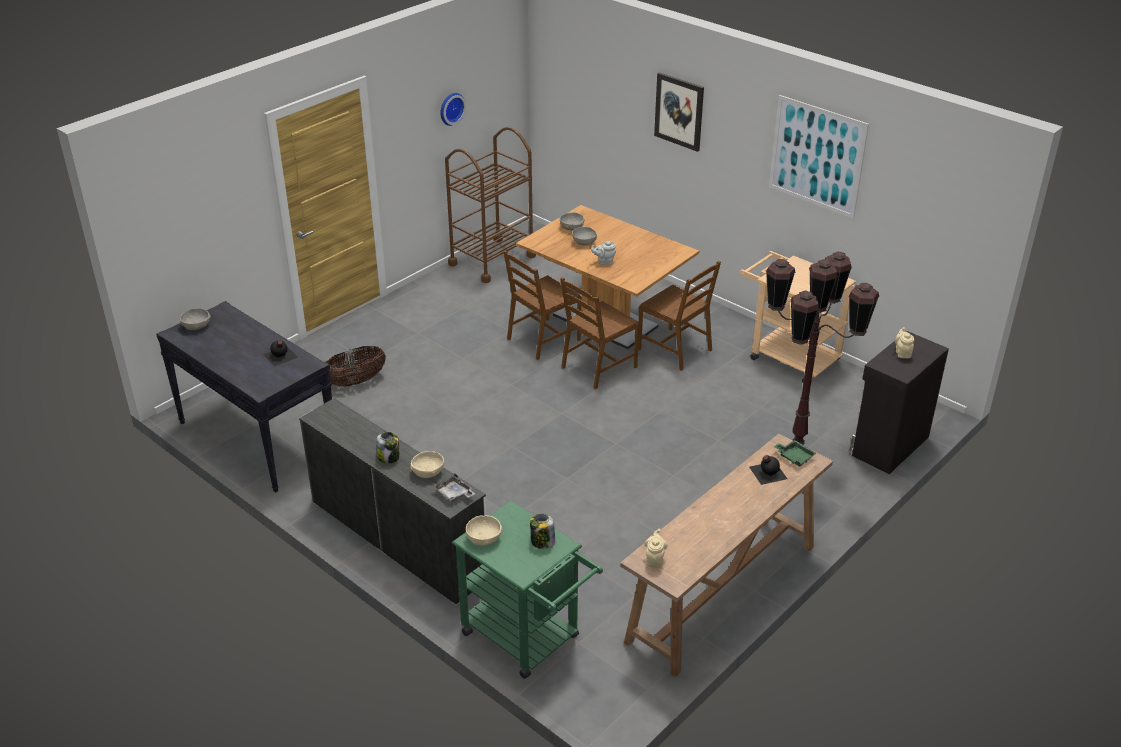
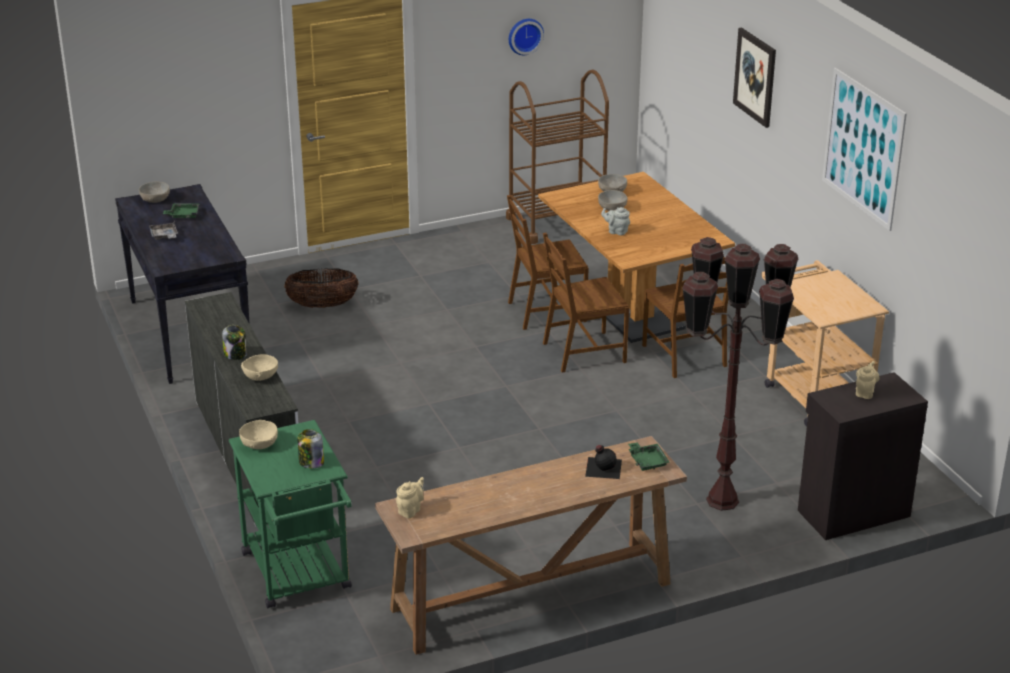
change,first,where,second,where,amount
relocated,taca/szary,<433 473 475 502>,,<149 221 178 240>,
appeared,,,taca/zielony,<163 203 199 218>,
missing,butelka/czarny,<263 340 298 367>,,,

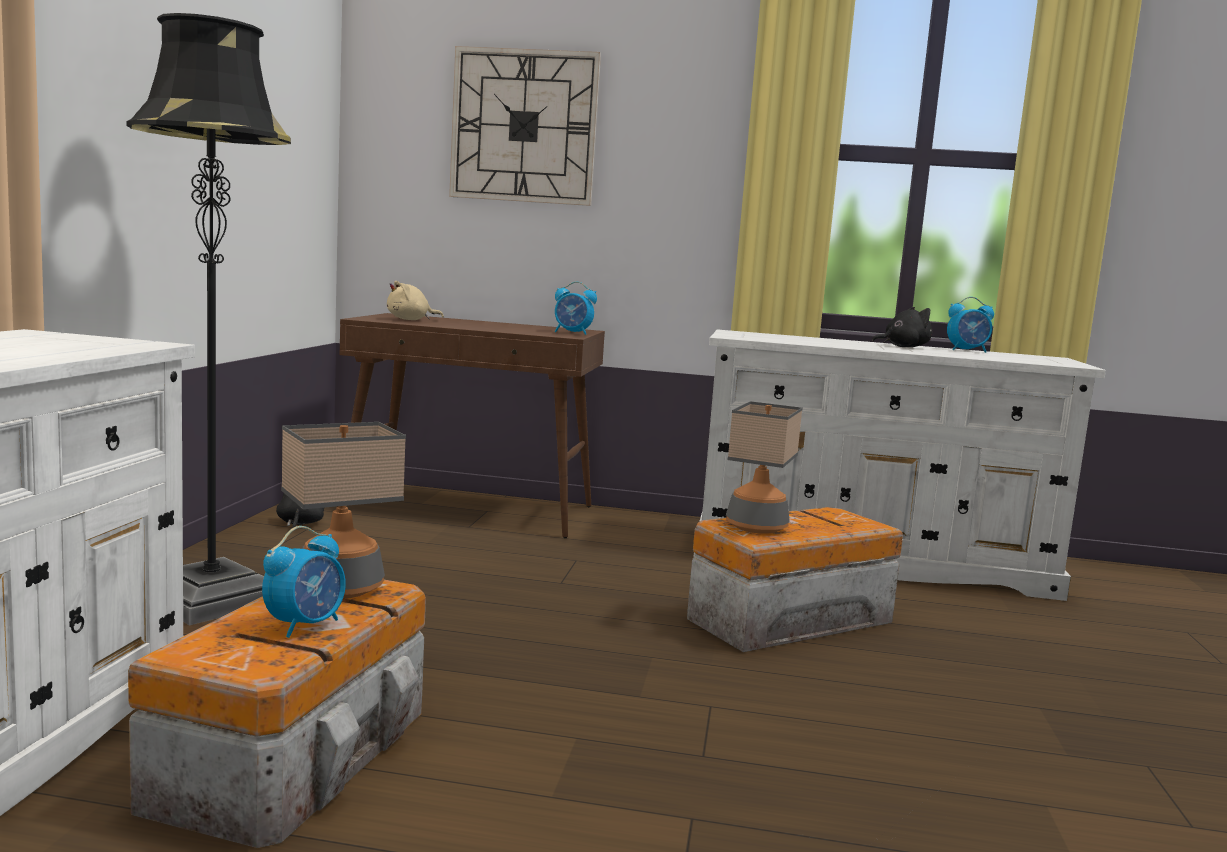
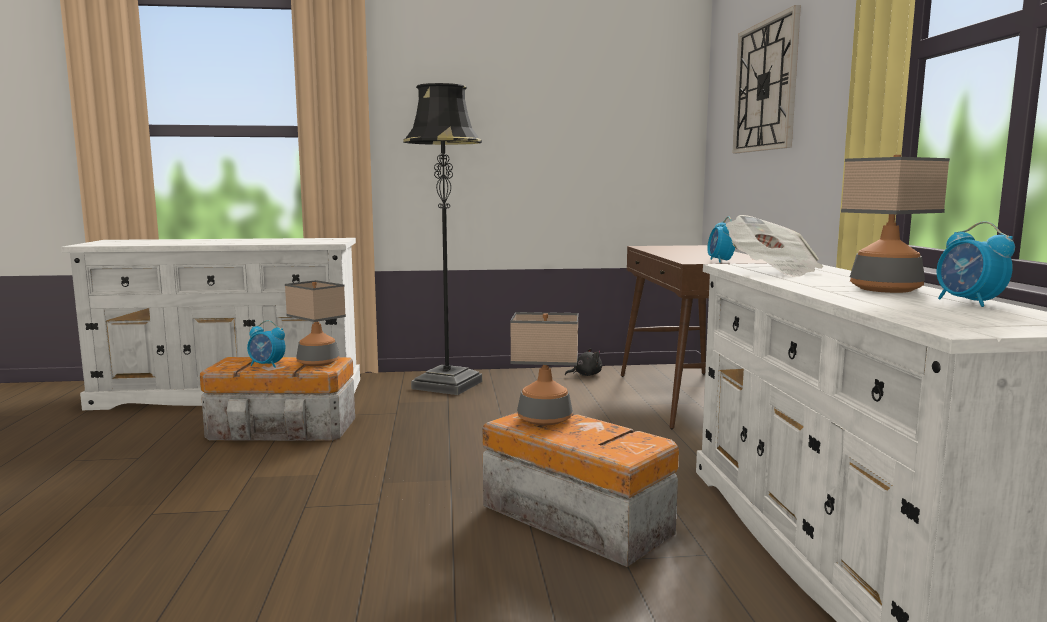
change,first,where,second,where,amount
appeared,,,gazeta,<726 215 823 277>,
exchanged,pluszak/czarny,<872 307 932 347>,lampa stołowa,<841 155 950 293>,
missing,pluszak/beżowy,<387 281 444 320>,,,

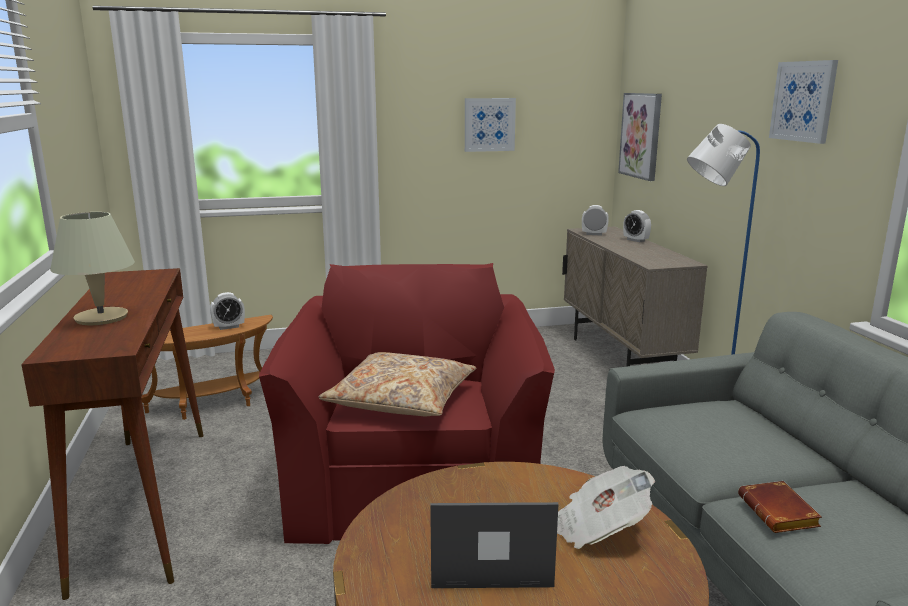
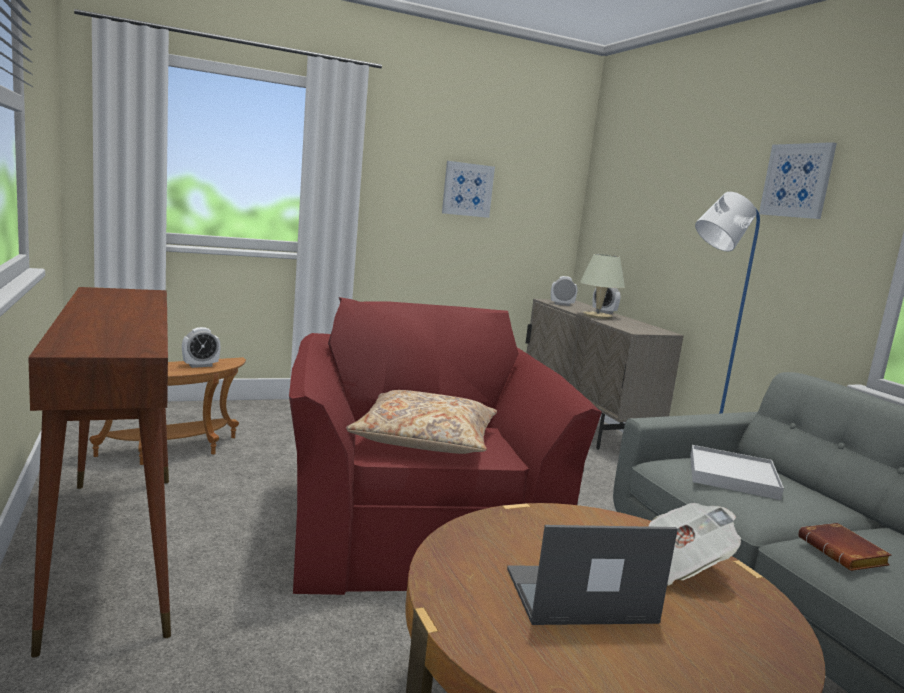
change,first,where,second,where,amount
relocated,lampa stołowa/beżowy,<50 212 135 325>,,<580 254 625 319>,
appeared,,,taca/biały,<690 445 784 500>,
missing,obraz,<618 93 662 181>,,,

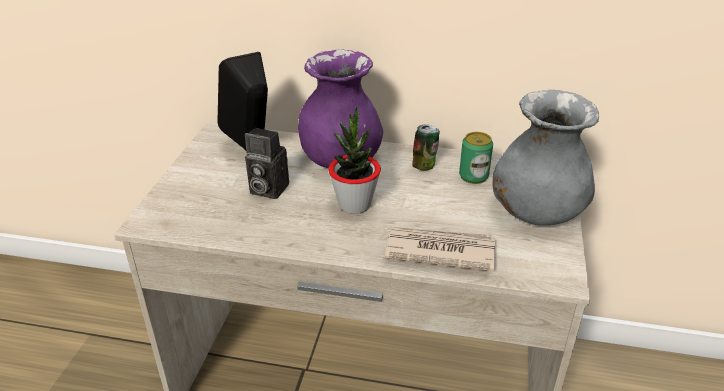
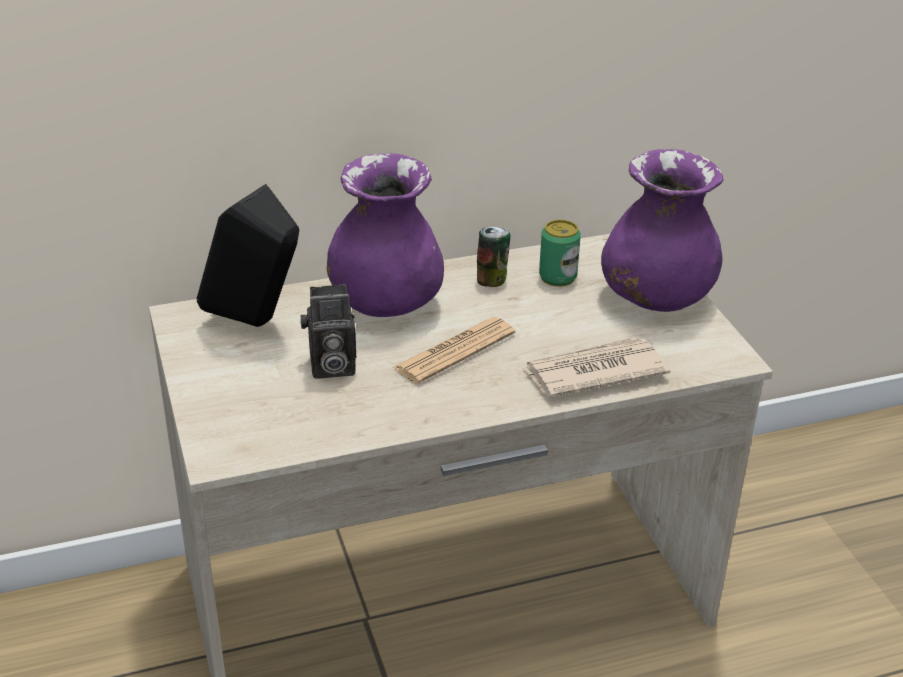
change,first,where,second,where,amount
exchanged,roślina doniczkowa,<328 106 381 214>,gazeta,<392 317 515 384>,
colour,wazon/szary,<492 90 599 226>,wazon/fioletowy,<601 149 723 312>,

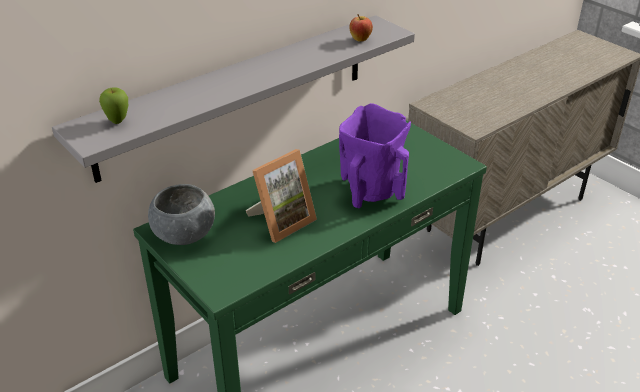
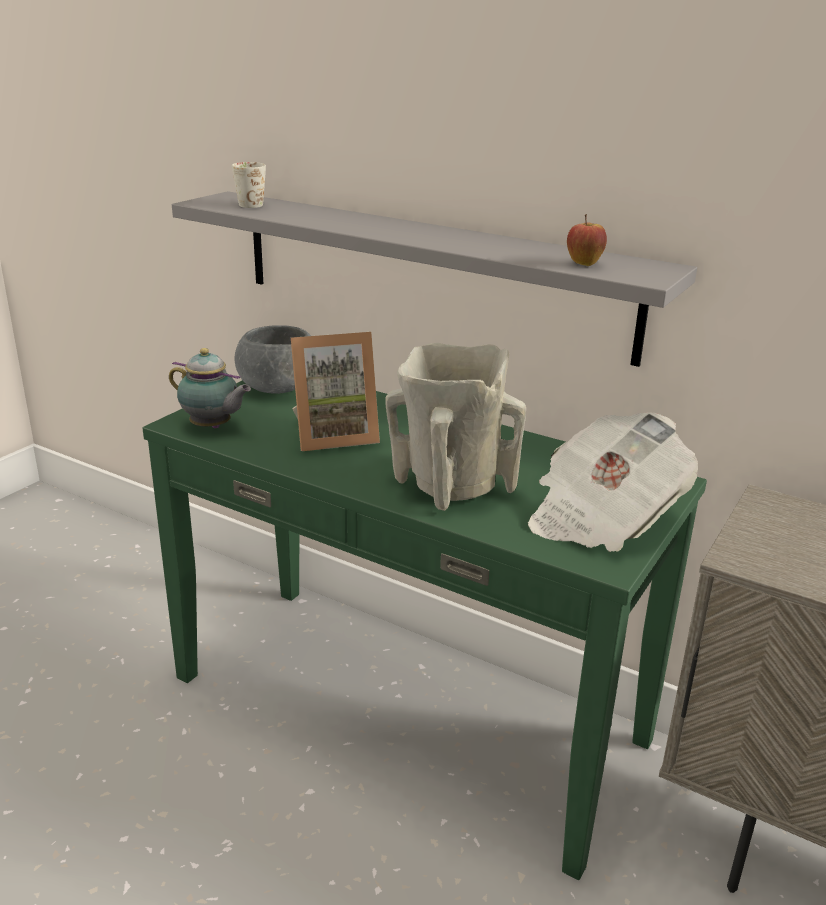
change,first,where,second,where,amount
appeared,,,imbryk,<169 348 251 428>,
exchanged,jabłko,<99 88 128 124>,kubek/biały,<232 162 266 208>,
spun,ramka na zdjęcie,<246 149 317 243>,,<291 332 380 451>,45 degrees counterclockwise
colour,wazon/fioletowy,<339 103 411 208>,wazon/beżowy,<385 343 526 511>,
appeared,,,gazeta,<528 412 698 552>,

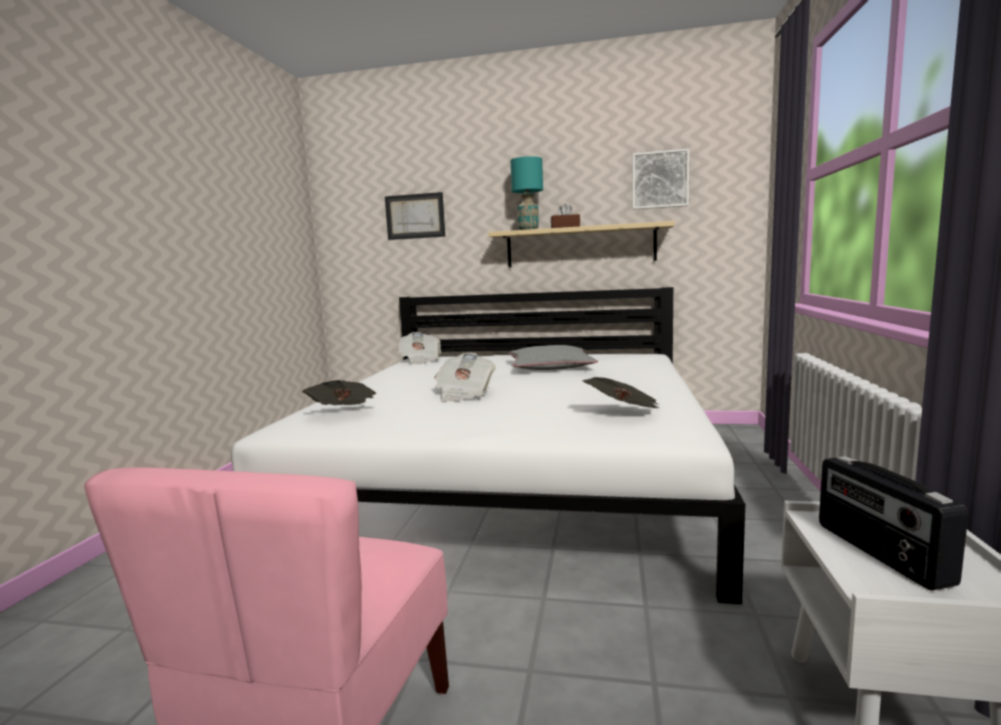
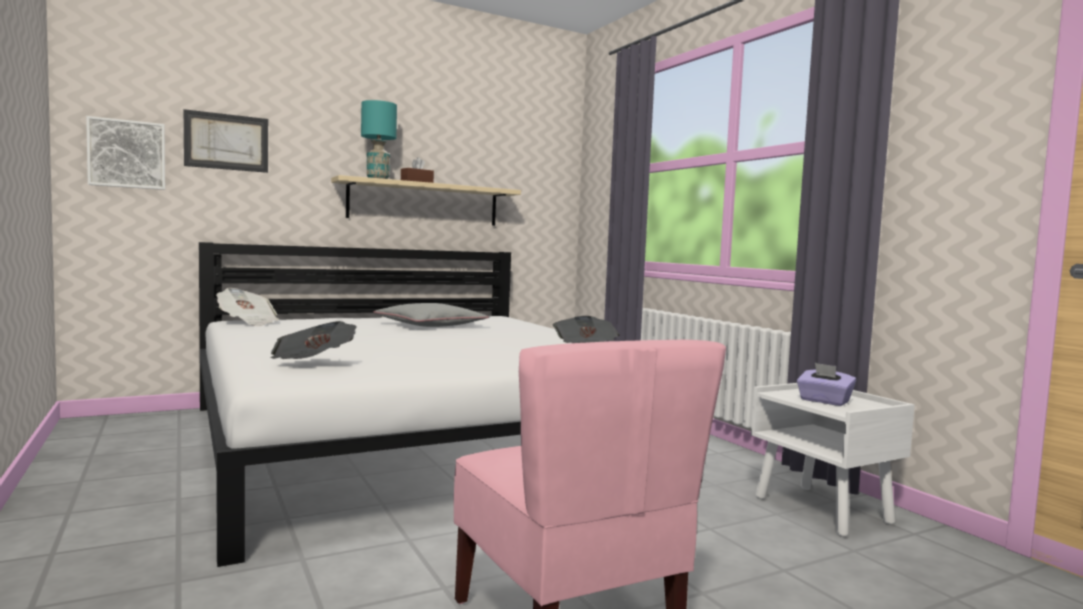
change,first,where,second,where,amount
relocated,obraz,<633 149 689 210>,,<86 116 165 190>,
exchanged,radio,<819 456 968 590>,pudełko chusteczek/fioletowy,<797 363 856 406>,
missing,gazeta,<435 353 496 402>,,,

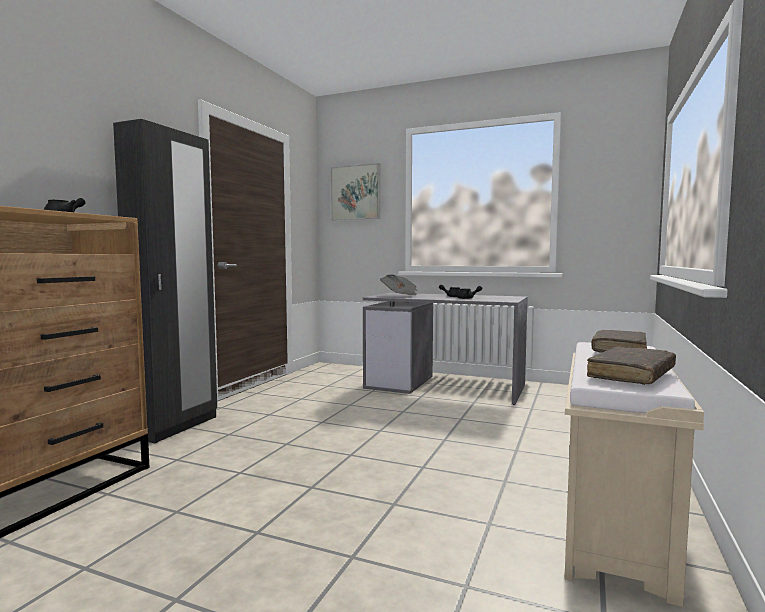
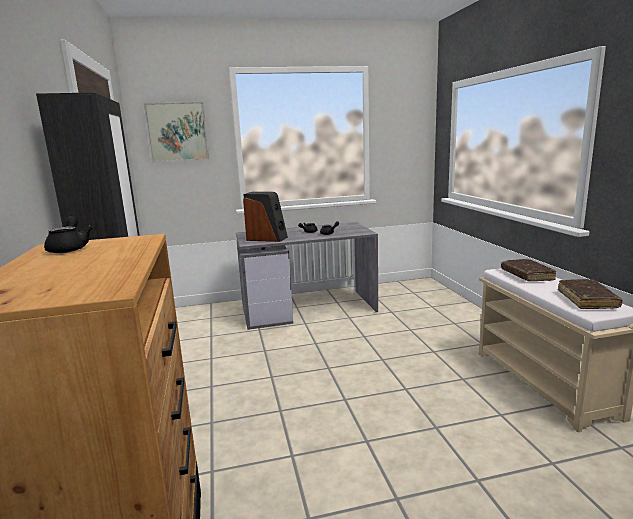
change,first,where,second,where,amount
exchanged,gazeta,<380 274 418 295>,głośnik,<243 192 288 242>,

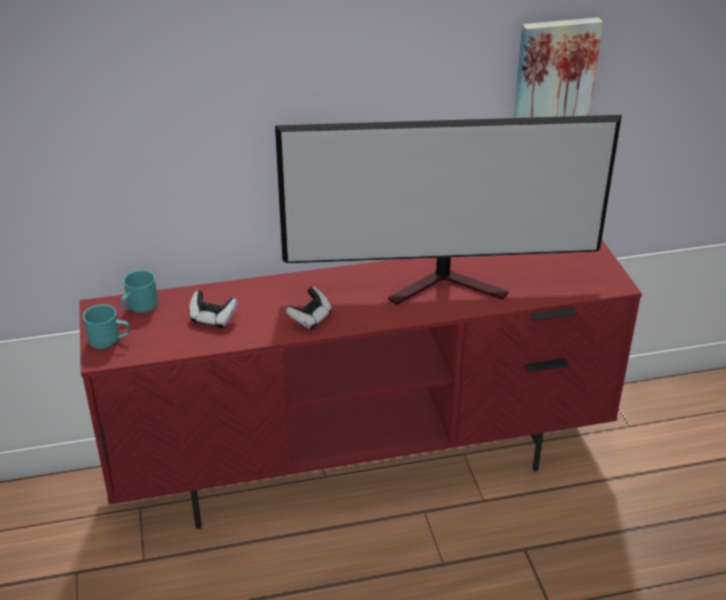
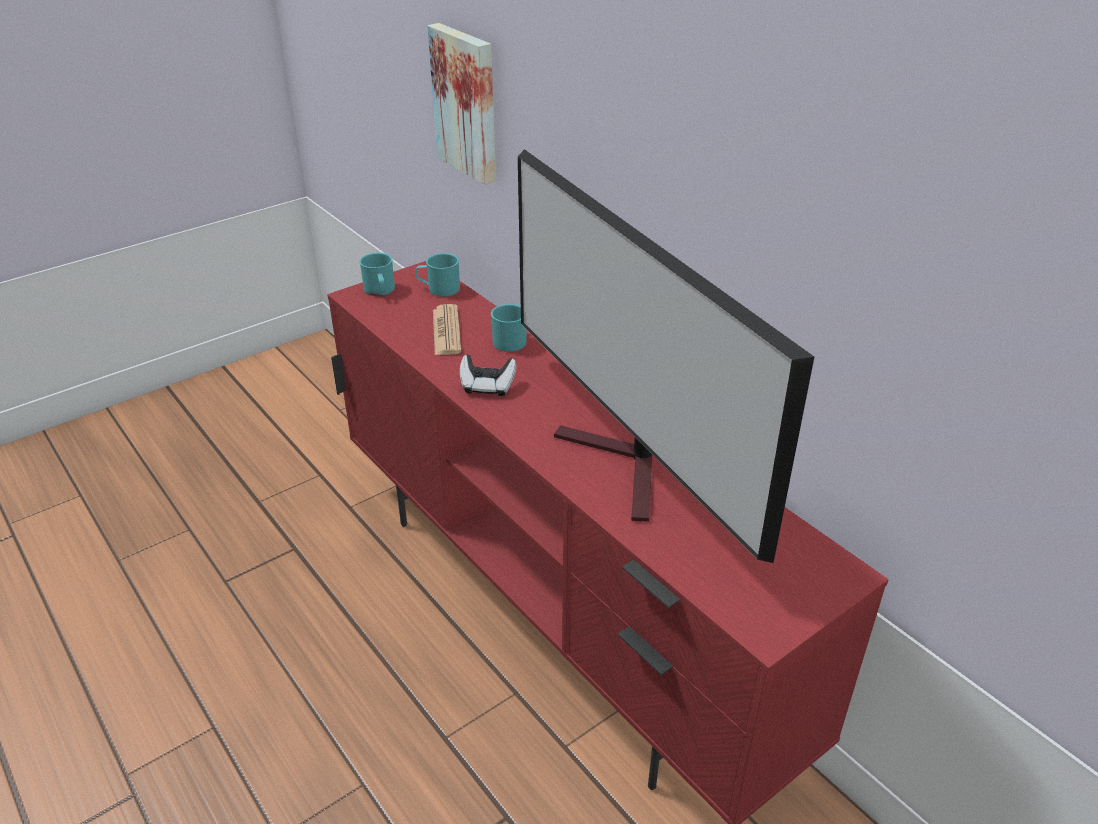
change,first,where,second,where,amount
relocated,obraz,<513 17 603 118>,,<428 23 496 185>,
exchanged,pad do gier,<189 290 238 328>,gazeta,<433 304 461 355>,
appeared,,,kubek/turkusowy,<491 304 527 352>,

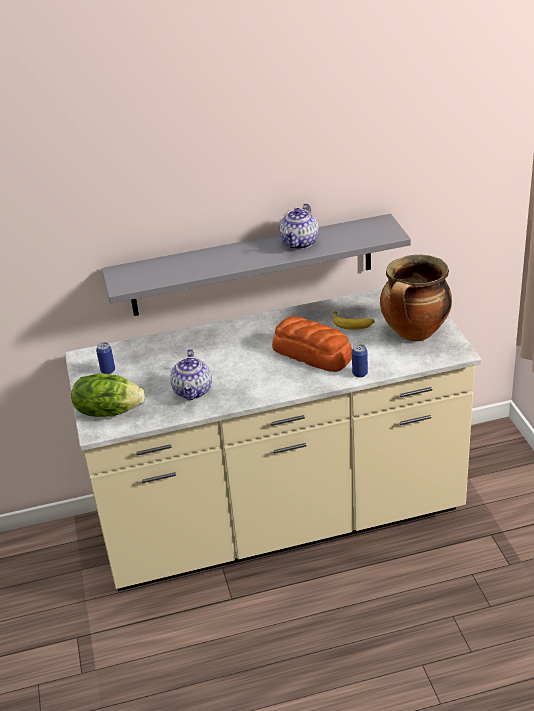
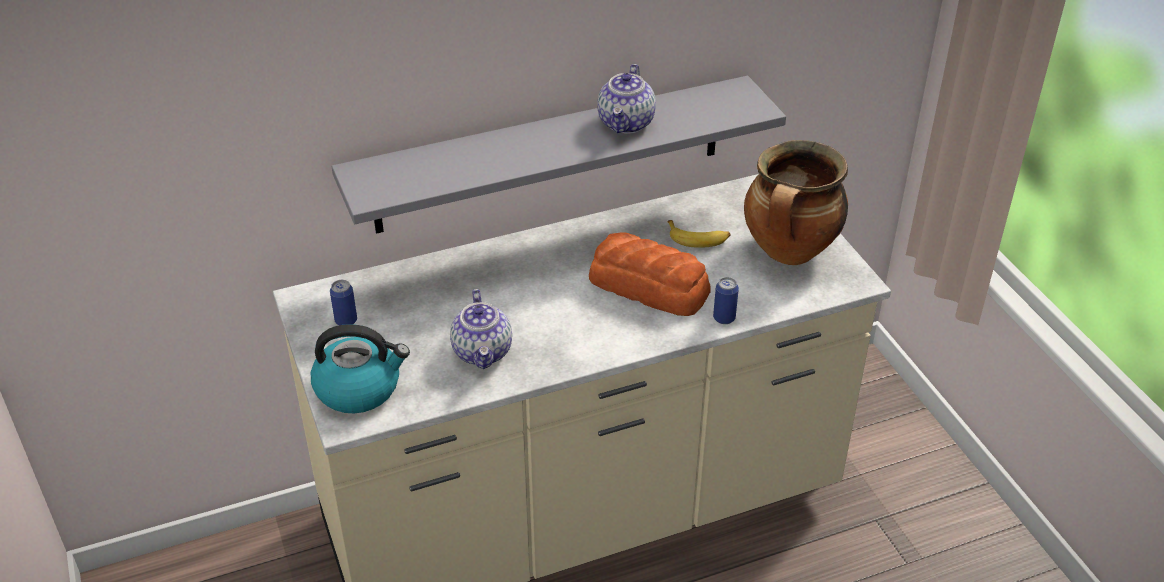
change,first,where,second,where,amount
exchanged,sałata,<71 373 145 417>,czajnik,<311 324 410 413>,

